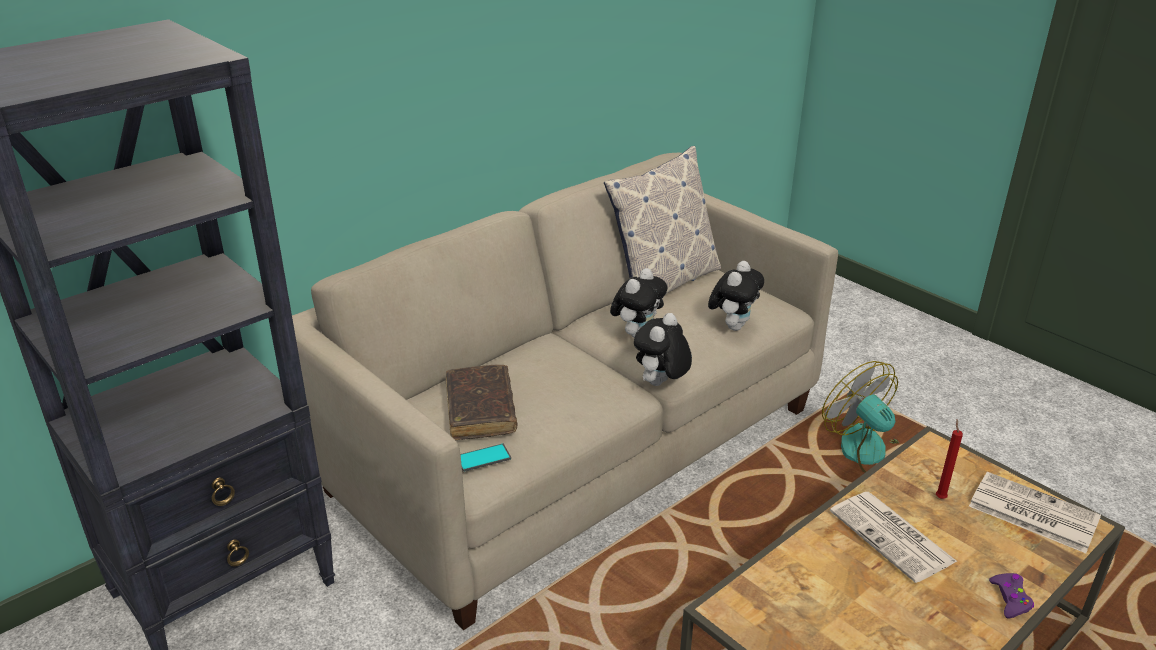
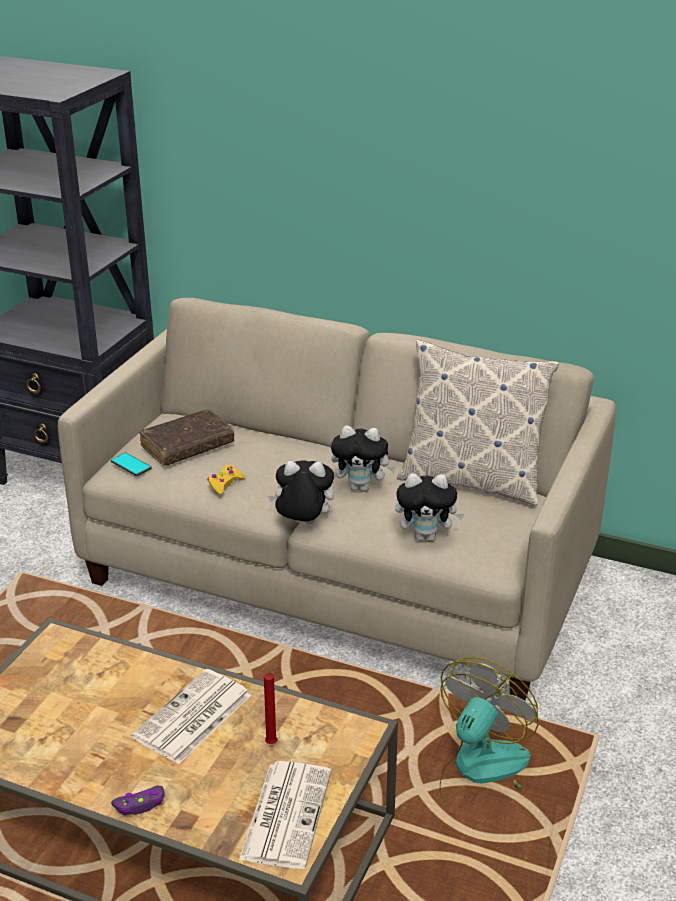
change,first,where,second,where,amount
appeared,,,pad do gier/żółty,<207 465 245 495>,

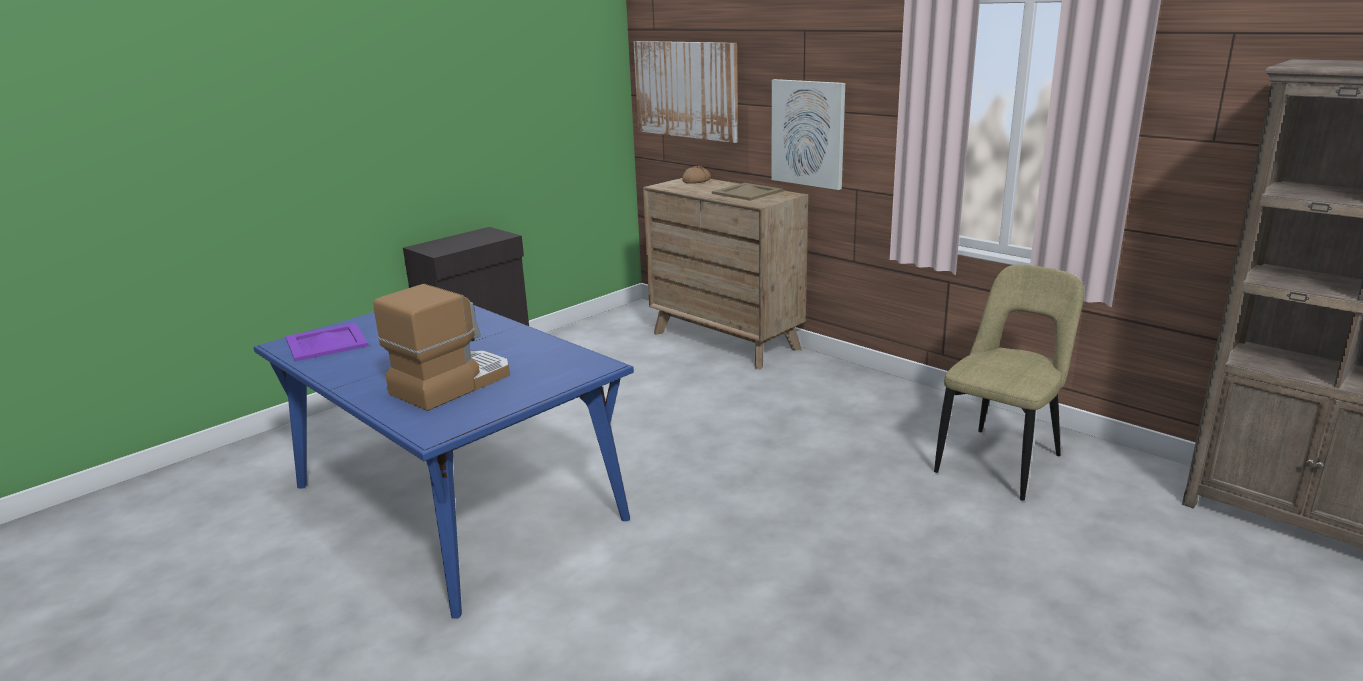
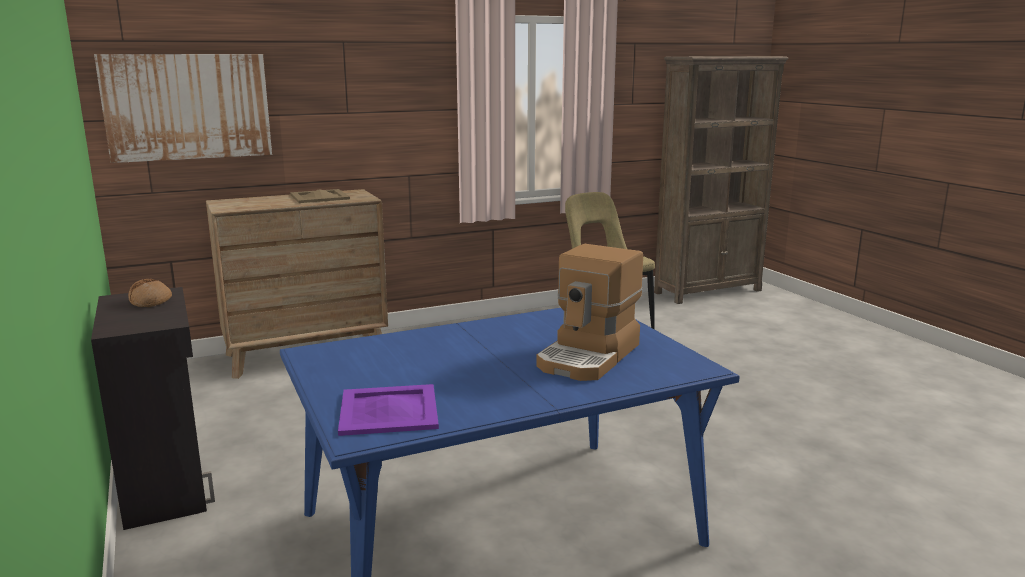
change,first,where,second,where,amount
relocated,chleb,<682 166 711 184>,,<128 279 172 307>,
spun,ekspres do kawy,<374 284 510 411>,,<536 244 643 381>,120 degrees counterclockwise
missing,obraz,<771 79 845 190>,,,

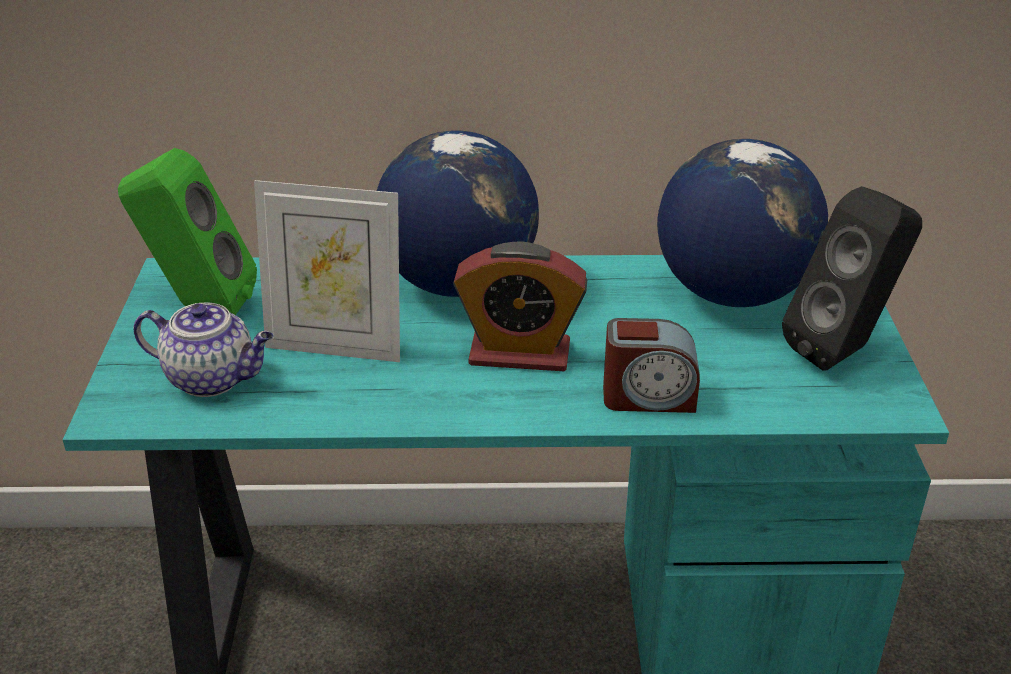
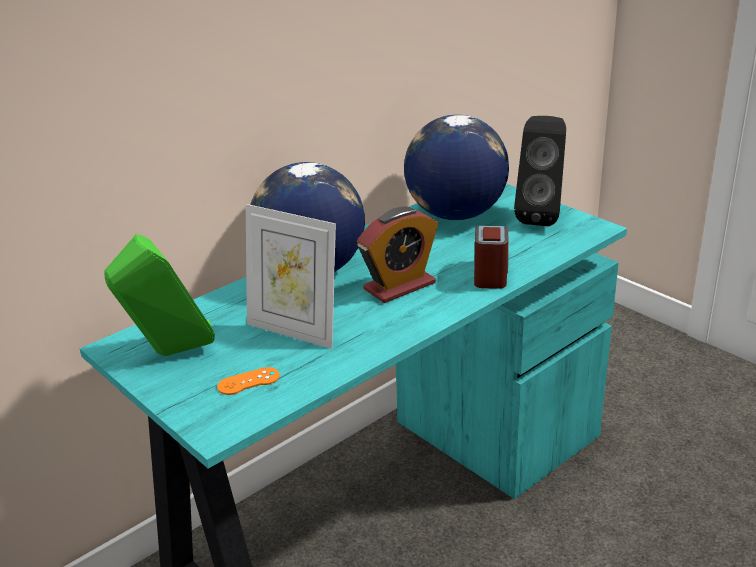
change,first,where,second,where,amount
exchanged,imbryk,<134 302 274 397>,pad do gier/pomarańczowy,<217 367 280 395>,
spun,ramka na zdjęcie,<254 180 400 362>,,<246 204 336 349>,60 degrees clockwise
spun,budzik,<603 318 700 413>,,<474 226 509 289>,45 degrees counterclockwise

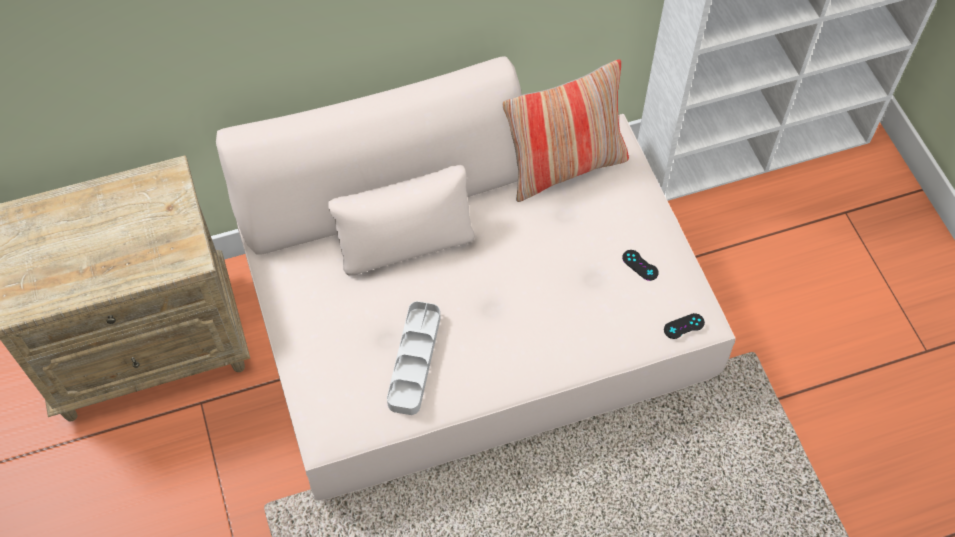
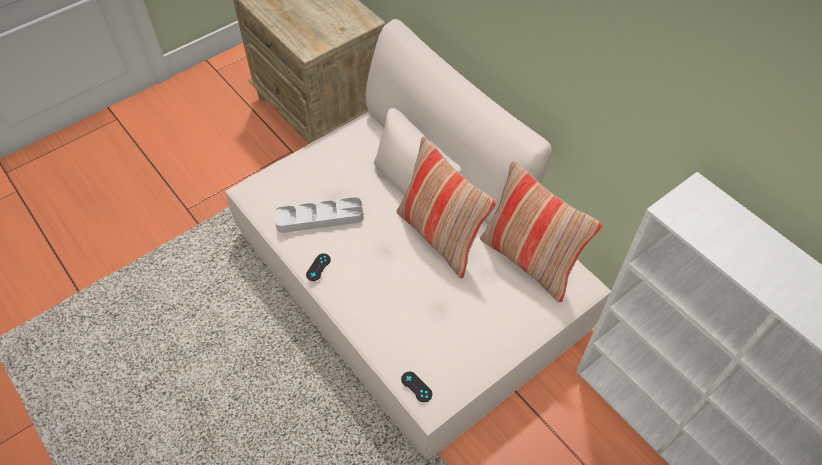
change,first,where,second,where,amount
relocated,pad do gier/czarny,<622 250 659 281>,,<306 253 331 281>,
appeared,,,poduszka,<397 136 496 278>,

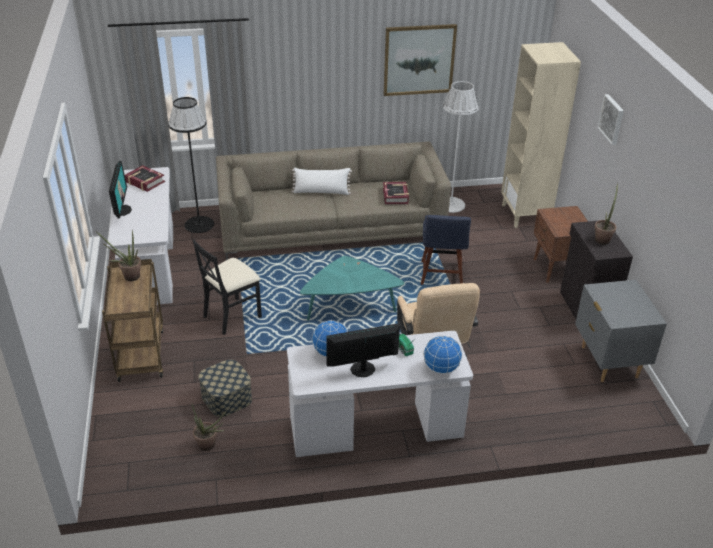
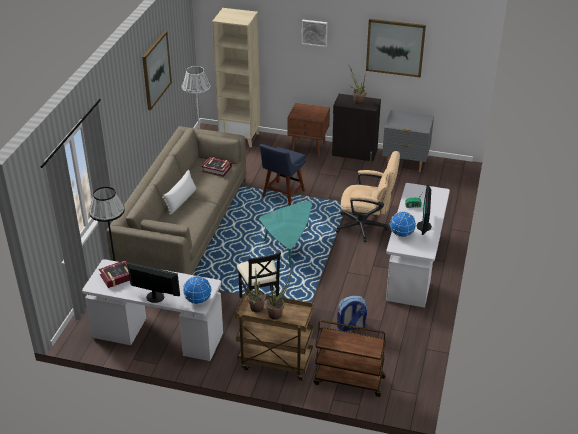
change,first,where,second,where,amount
relocated,globus,<423 335 462 374>,,<183 276 212 304>,
spun,krzesło/niebieski,<421 215 471 285>,,<260 144 306 206>,90 degrees clockwise
relocated,roślina doniczkowa,<192 404 227 451>,,<266 269 292 320>,
appeared,,,wózek/brązowy,<313 320 386 397>,
exchanged,pojemnik do przechowywania,<198 360 252 417>,plecak,<337 296 367 331>,
appeared,,,obraz,<366 19 426 77>,

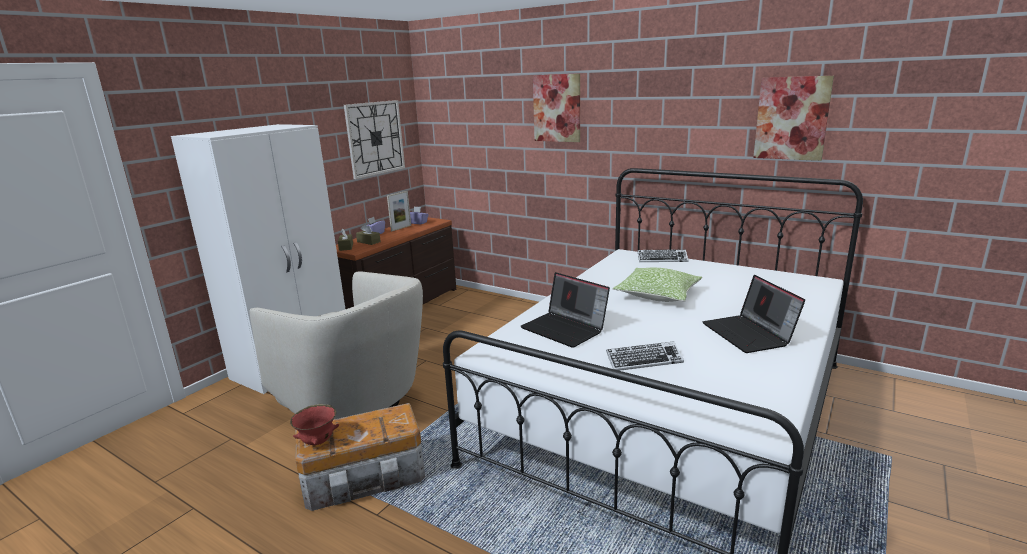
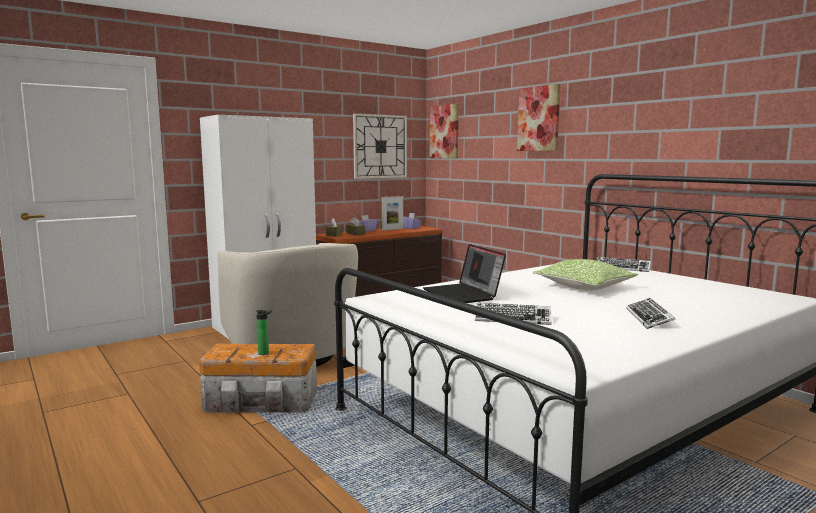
change,first,where,second,where,amount
appeared,,,butelka,<257 310 272 355>,
relocated,obraz,<753 76 834 161>,,<429 104 459 158>,
exchanged,laptop,<703 275 805 353>,klawiatura,<626 298 676 329>,
missing,miska/czerwony,<290 404 339 445>,,,

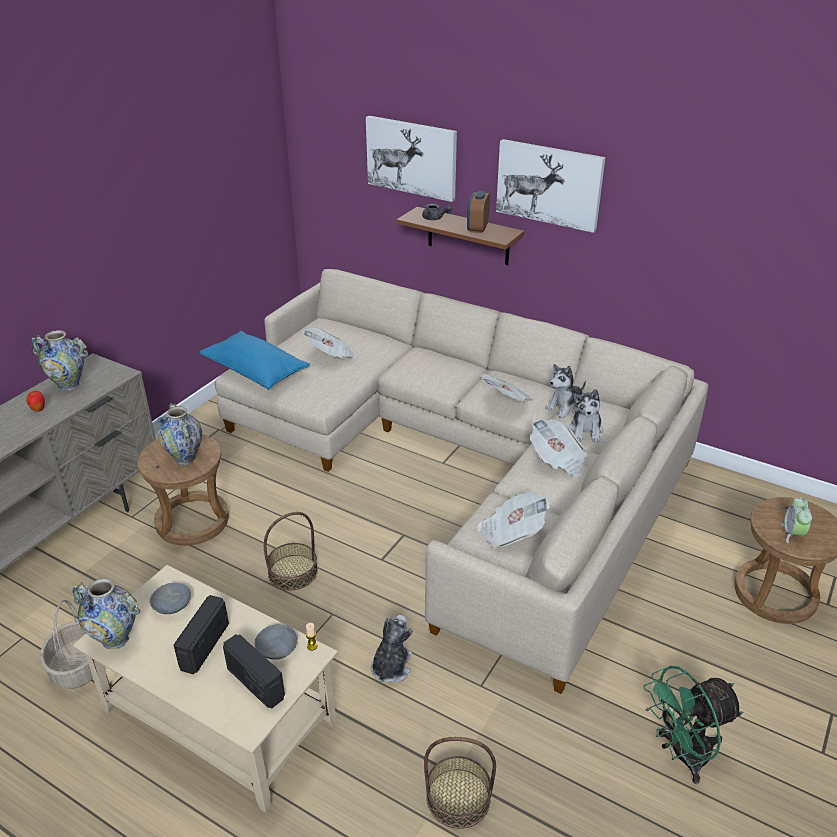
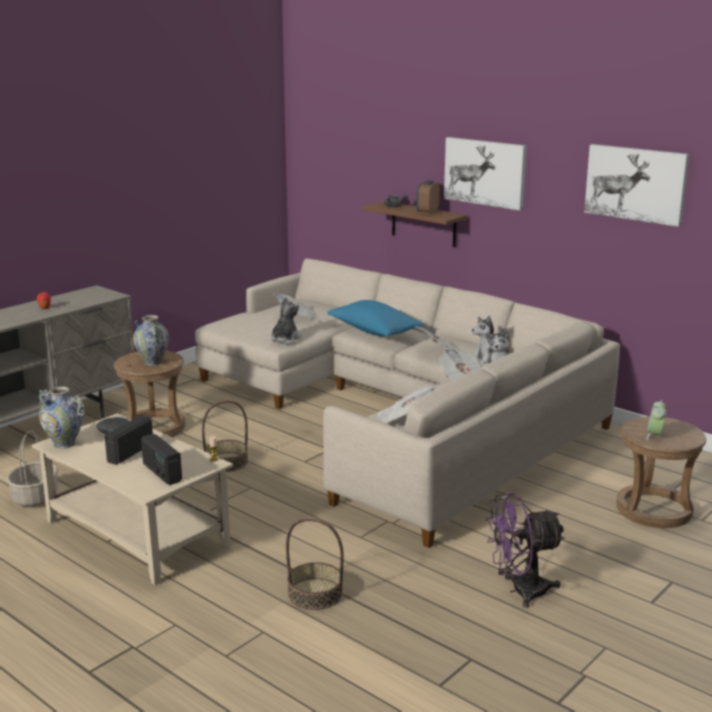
change,first,where,second,where,amount
relocated,pluszak,<371 615 413 683>,,<271 297 302 345>,
relocated,poduszka/niebieski,<200 331 310 390>,,<327 300 424 336>,
colour,wentylator/zielony,<644 666 743 784>,wentylator/fioletowy,<486 493 565 608>,
relocated,obraz,<366 116 457 202>,,<584 144 690 227>,
missing,wazon,<31 330 88 391>,,,
missing,miska/szary,<255 624 298 660>,,,

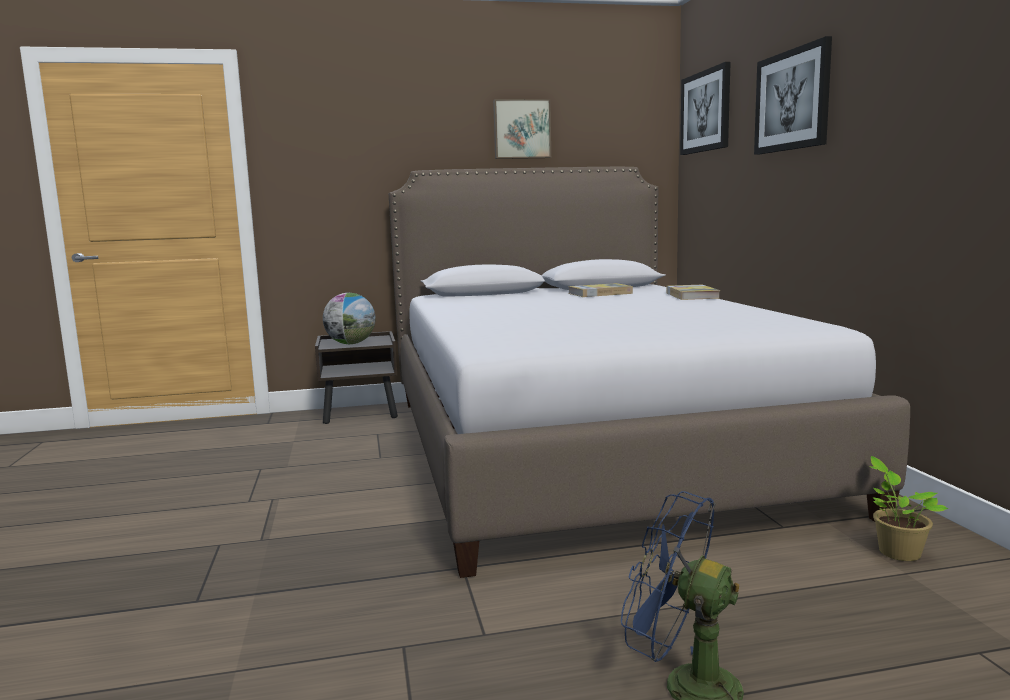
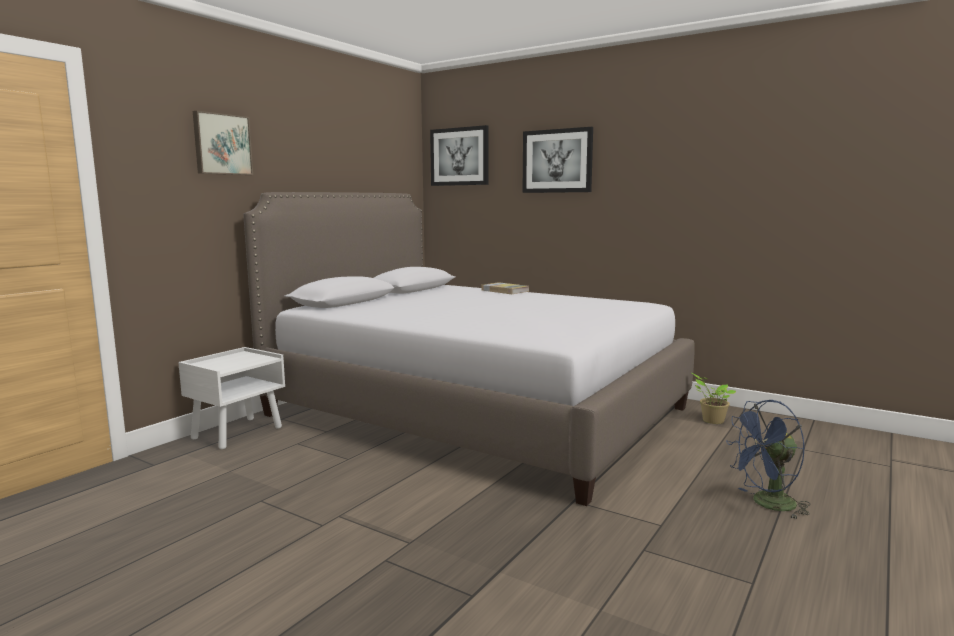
change,first,where,second,where,amount
colour,szafka nocna/brązowy,<315 331 398 424>,szafka nocna/biały,<178 347 285 449>,
relocated,obraz,<493 99 551 159>,,<193 111 253 175>,
missing,globus,<323 293 376 344>,,,
missing,książka,<568 283 633 297>,,,

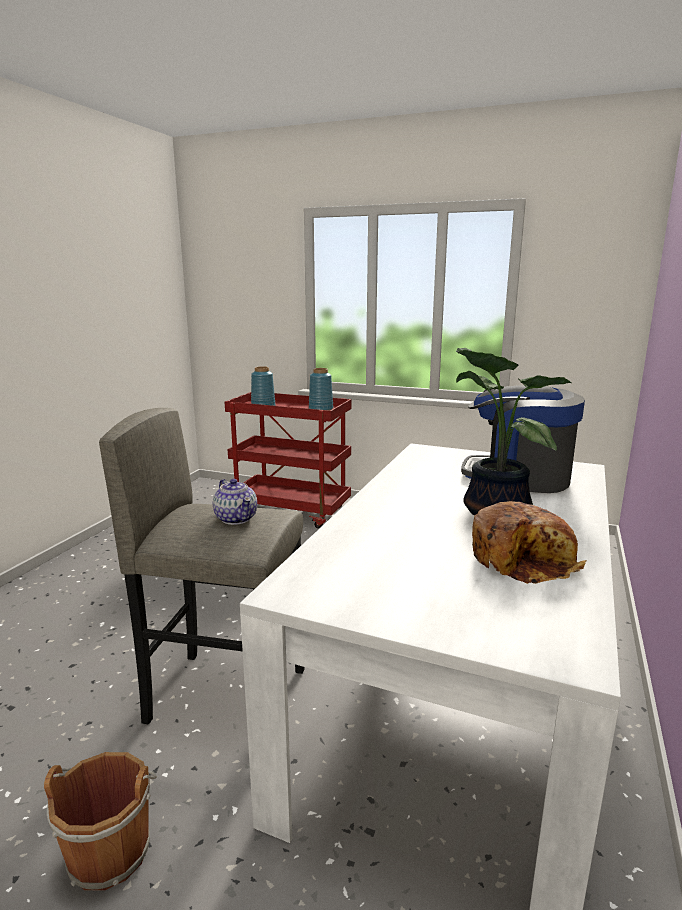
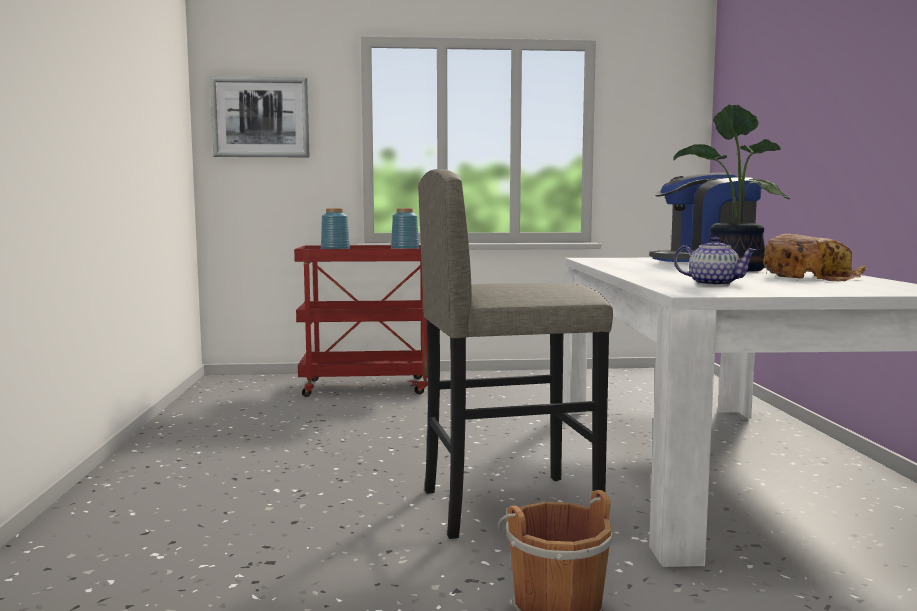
change,first,where,second,where,amount
appeared,,,obraz,<210 76 310 157>,
relocated,imbryk,<213 479 257 525>,,<674 237 757 286>,

